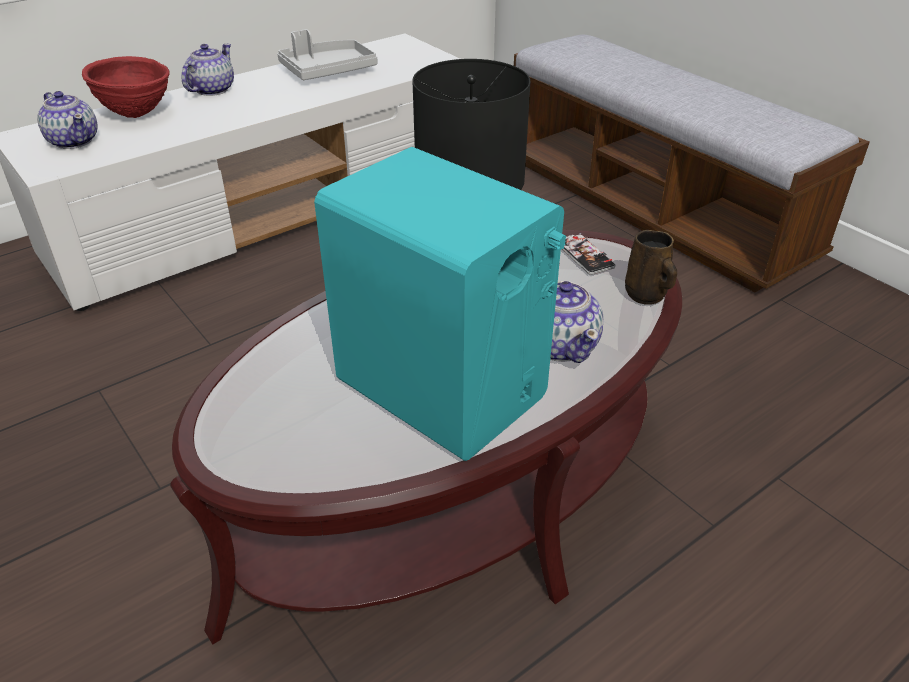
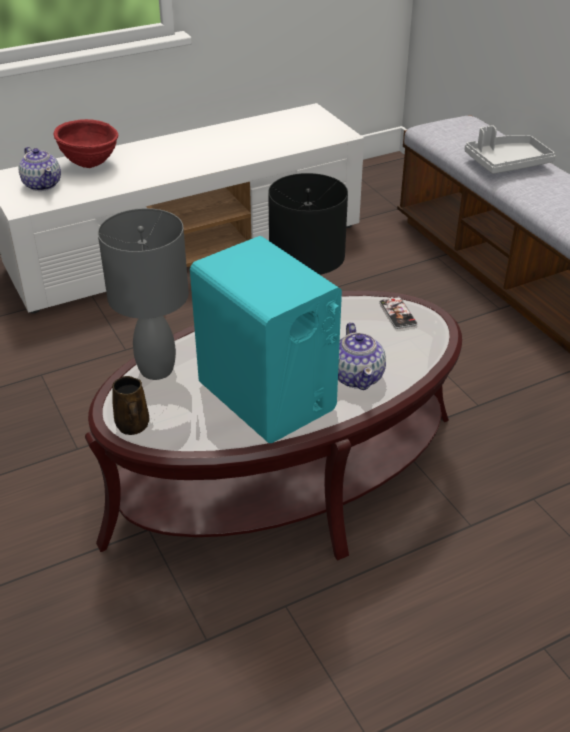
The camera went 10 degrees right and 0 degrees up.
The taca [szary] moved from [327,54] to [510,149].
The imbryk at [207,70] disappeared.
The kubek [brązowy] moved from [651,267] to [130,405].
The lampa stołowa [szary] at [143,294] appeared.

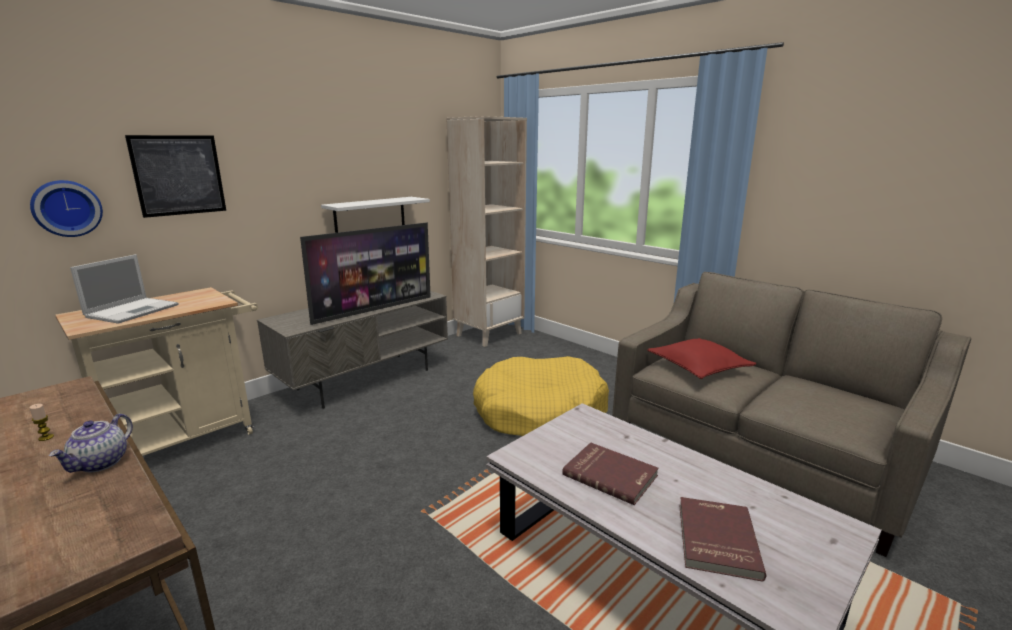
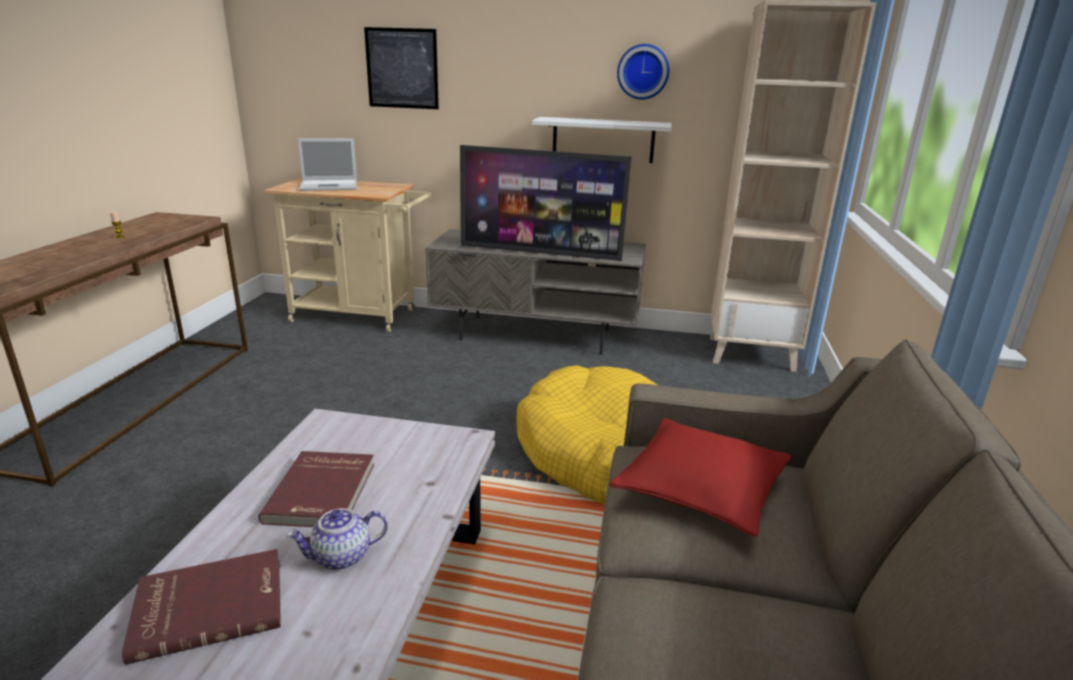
The camera went 55 degrees right and 5 degrees up.
The zegar ścienny moved from [66,208] to [643,72].
The imbryk moved from [91,443] to [337,539].

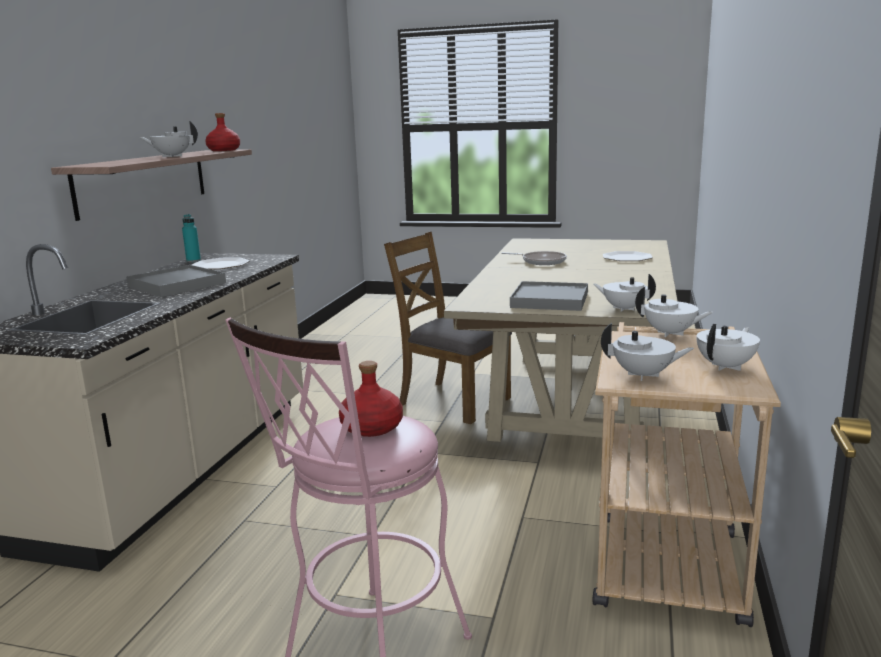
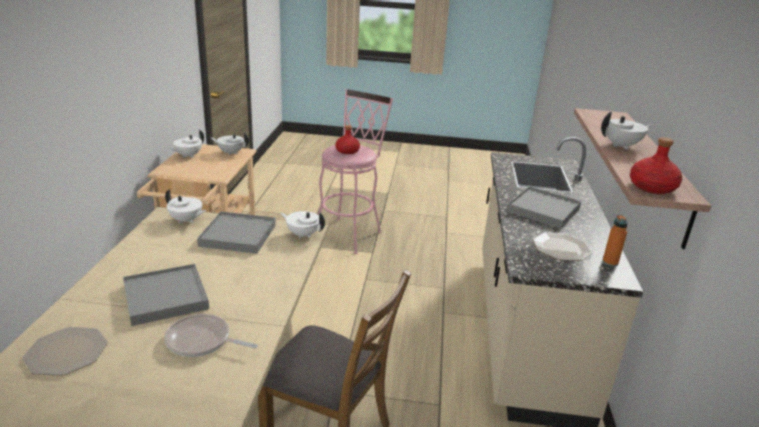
The camera went 170 degrees right and 10 degrees up.
The butelka [turkusowy] at [191,238] became the butelka [pomarańczowy] at [615,241].
The imbryk [biały] moved from [674,312] to [302,225].
The taca [szary] at [166,295] appeared.

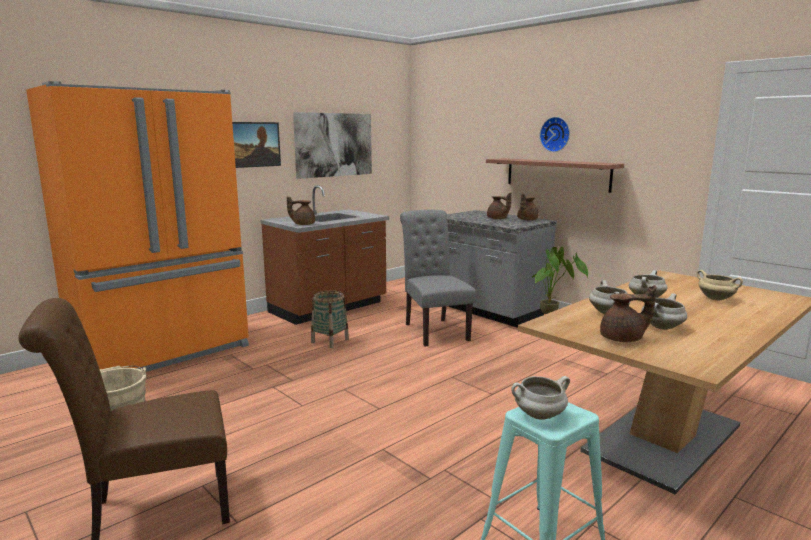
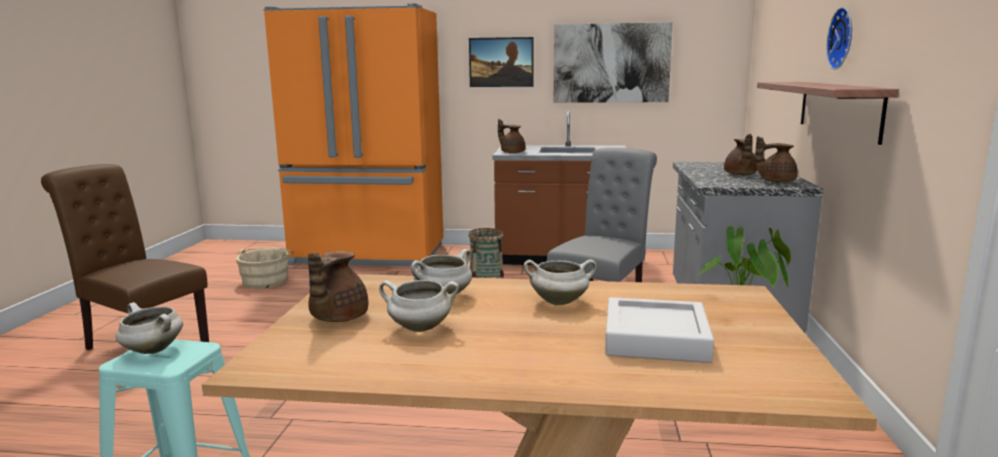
The camera went 50 degrees right and 0 degrees up.
The garnek [beżowy] at [720,285] was replaced by the taca [szary] at [659,330].
The imbryk [brązowy] at [628,313] turned 60 degrees clockwise.

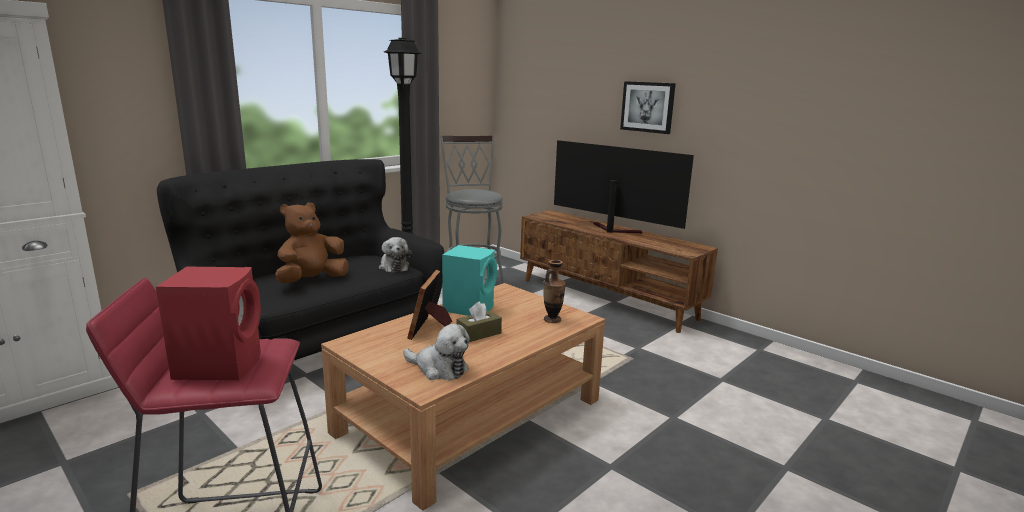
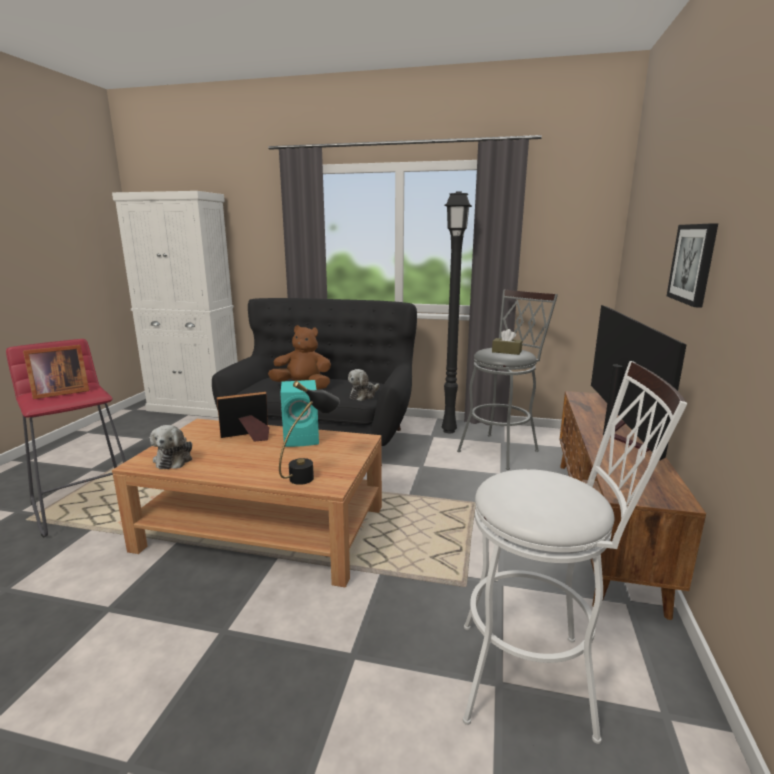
The camera went 60 degrees right and 0 degrees up.
The wazon at [554,291] was replaced by the lampa stołowa [czarny] at [309,433].
The głośnik [czerwony] at [208,323] was replaced by the ramka na zdjęcie at [56,372].
The pudełko chusteczek [brązowy] moved from [479,321] to [507,342].
The stołek [biały] at [575,552] appeared.

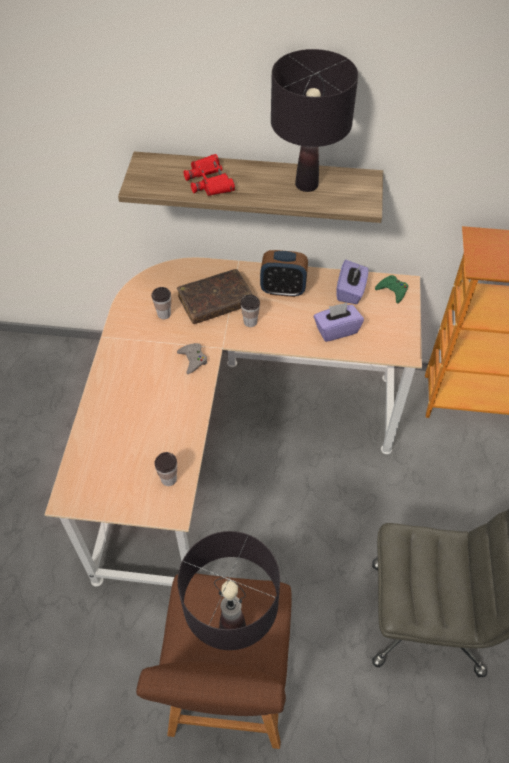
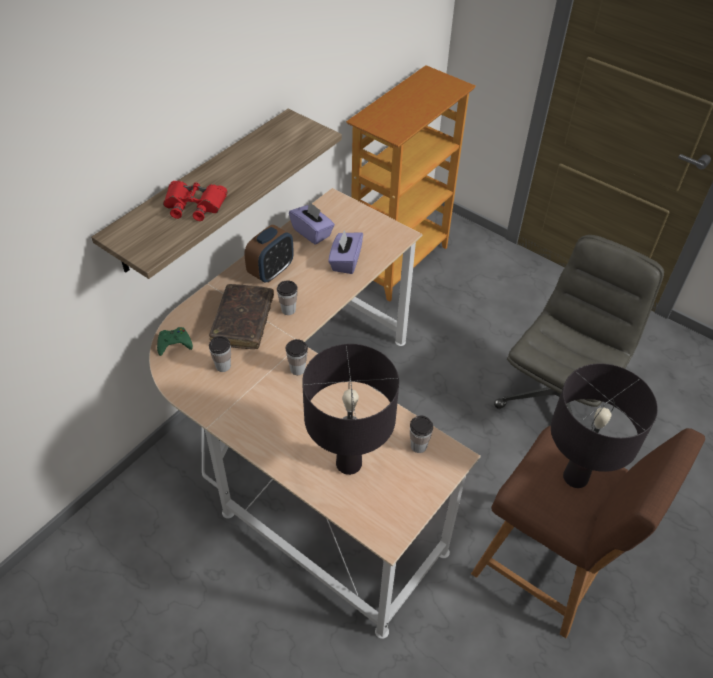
The camera went 60 degrees left and 5 degrees down.
The lampa stołowa [czarny] moved from [314,120] to [350,409].
The pad do gier [zielony] moved from [391,289] to [175,341].
The pad do gier [szary] at [192,358] was replaced by the filiżanka at [297,357].

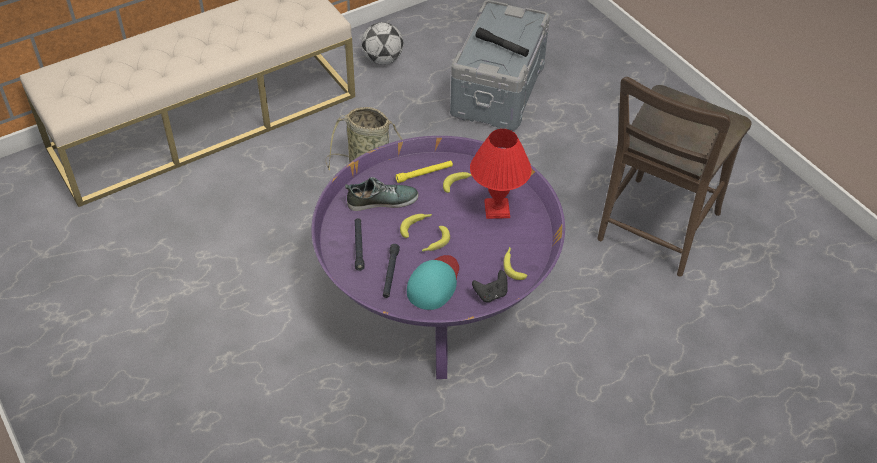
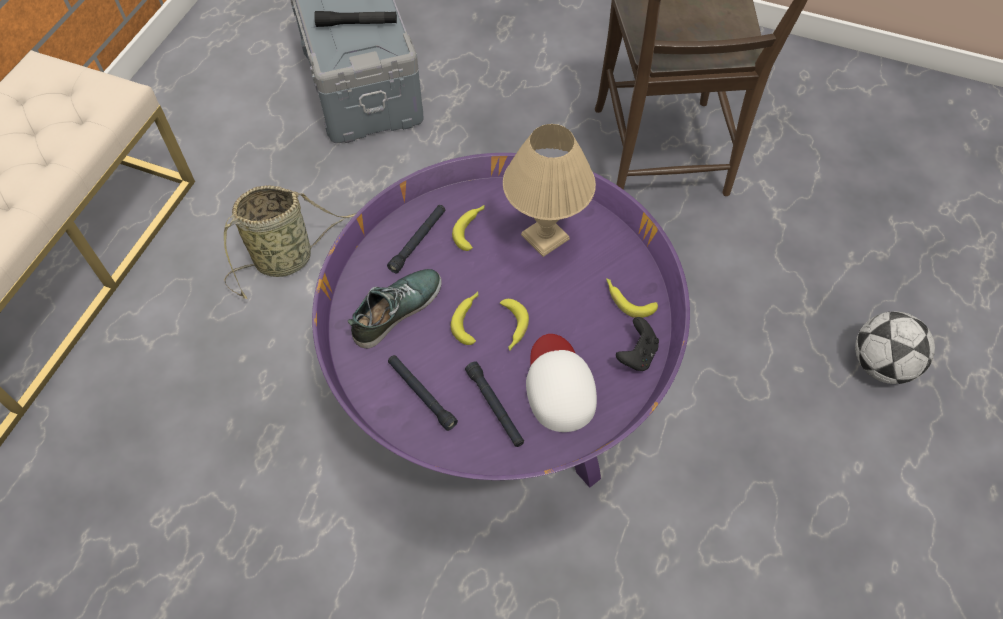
The camera went 35 degrees left and 10 degrees up.
The piłka futbolowa moved from [382,43] to [895,347].
The lampa stołowa [czerwony] at [501,174] became the lampa stołowa [beżowy] at [549,190].
The latarka [żółty] at [424,171] became the latarka [czarny] at [416,239].
The czapka z daszkiem [turkusowy] at [433,282] became the czapka z daszkiem [biały] at [561,383].

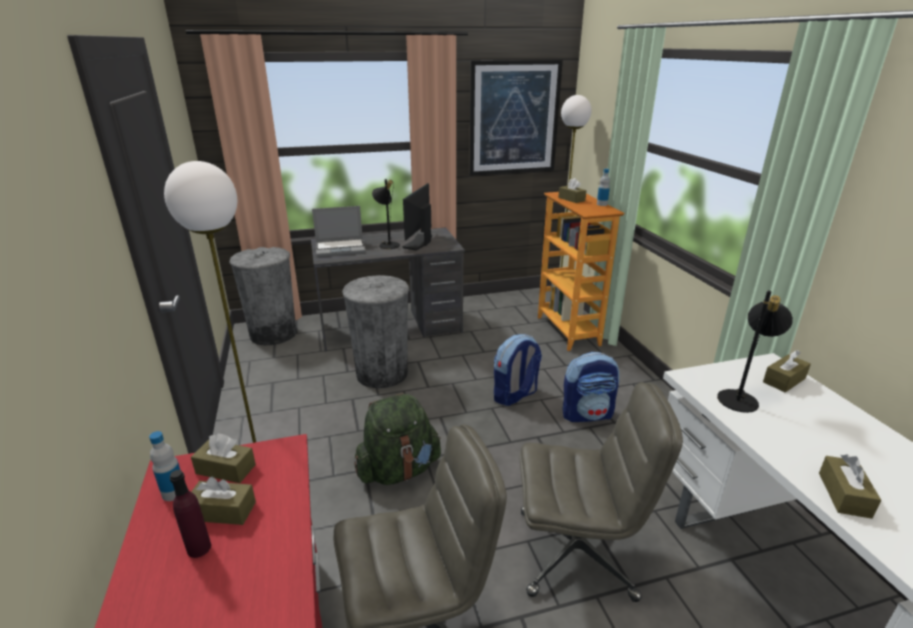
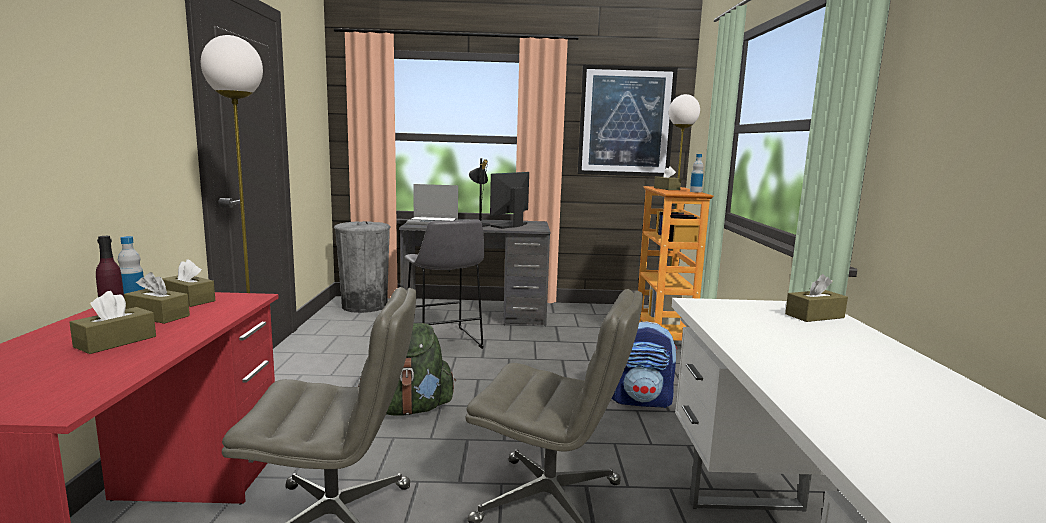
The camera went 15 degrees right and 15 degrees down.
The kosz na śmieci [szary] at [375,331] was replaced by the stołek [szary] at [444,284].
The lampa stołowa [czarny] at [755,352] disappeared.
The plecak at [518,370] disappeared.
The pudełko chusteczek [brązowy] moved from [850,486] to [112,322].

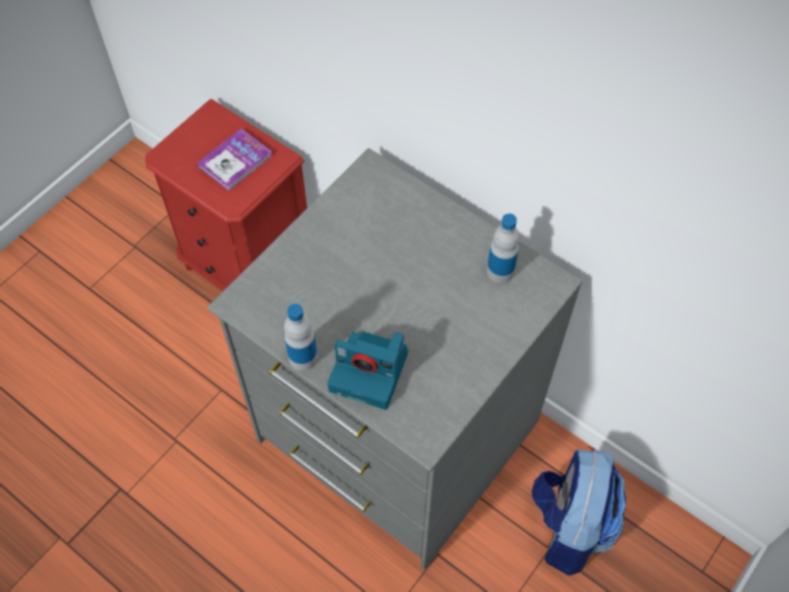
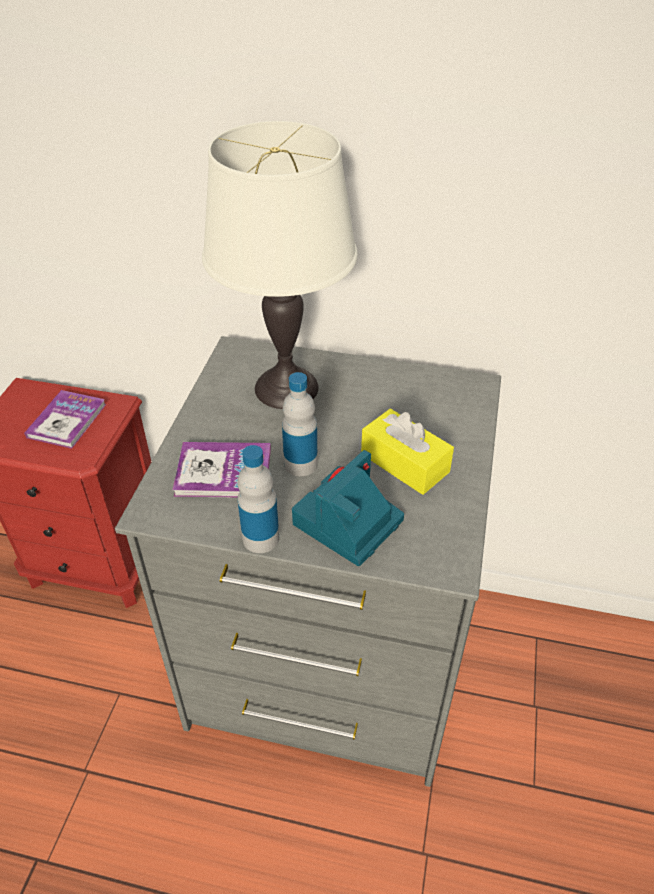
The camera went 25 degrees left and 15 degrees down.
The butelka moved from [503,248] to [300,424].
The aparat fotograficzny at [368,371] turned 135 degrees clockwise.
The plecak at [579,511] disappeared.
The lampa stołowa [biały] at [280,265] appeared.
The pudełko chusteczek [żółty] at [407,452] appeared.
The książka at [221,470] appeared.

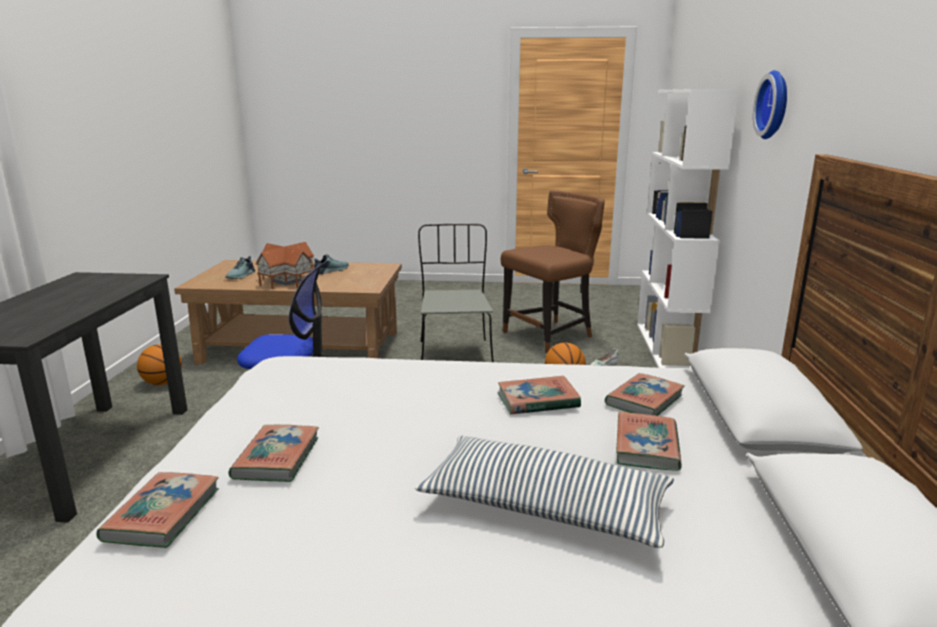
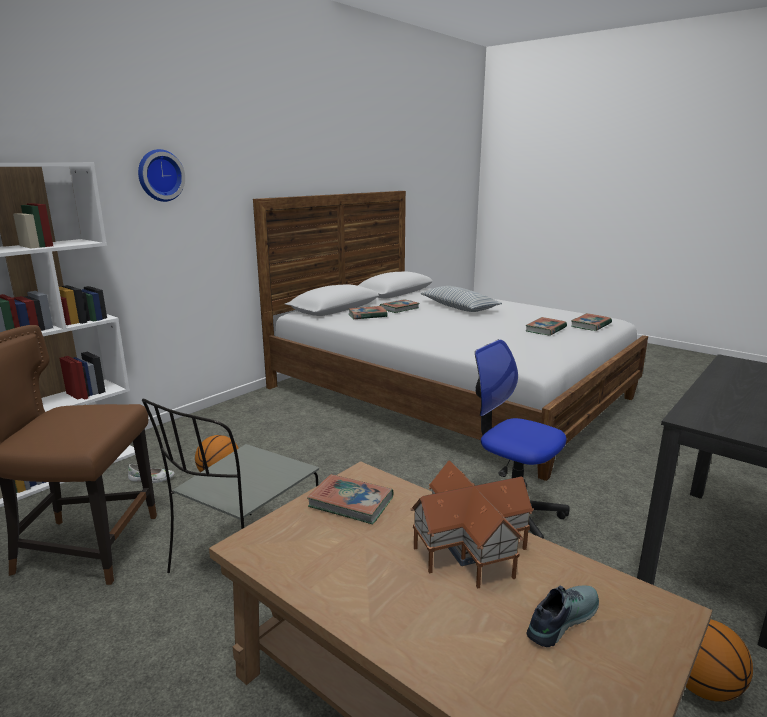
The camera went 145 degrees left and 0 degrees up.
The but at [331,264] disappeared.
The książka moved from [539,395] to [350,499].

